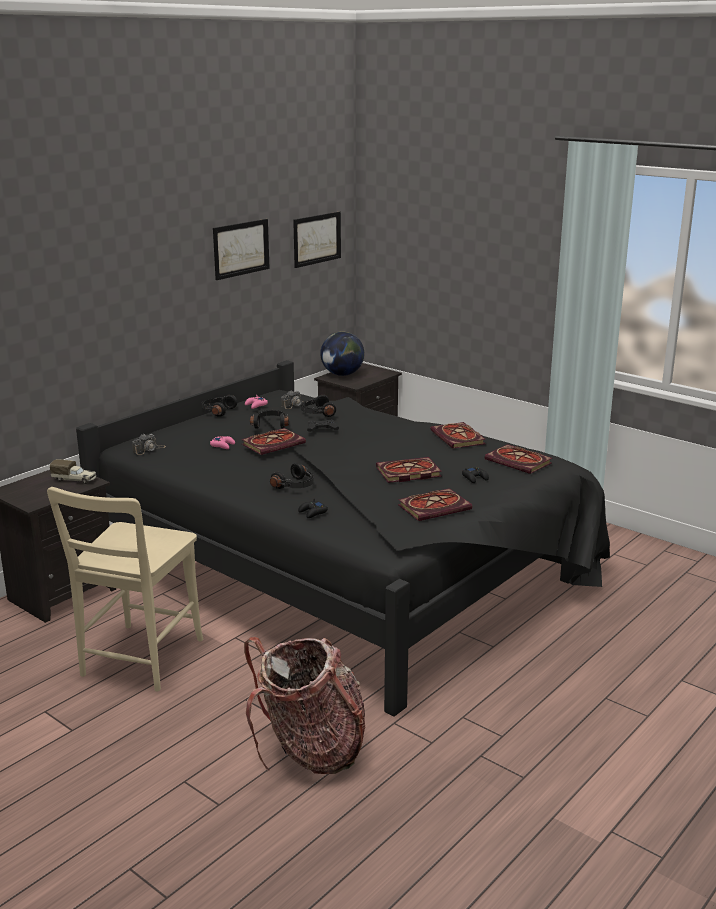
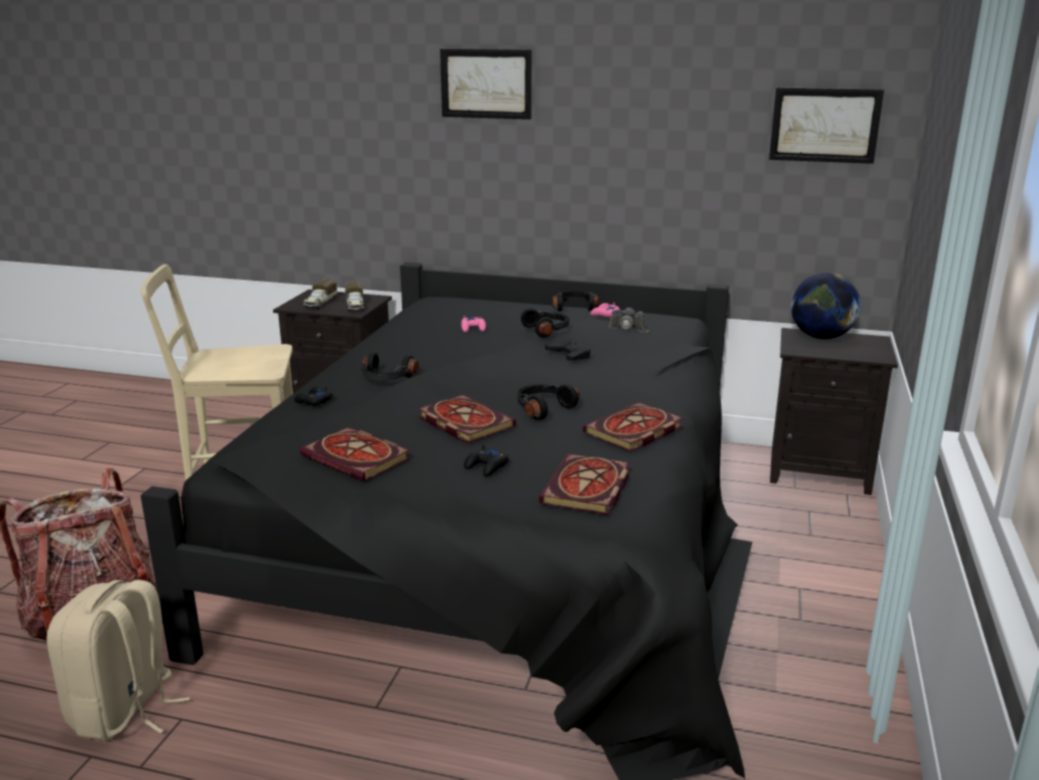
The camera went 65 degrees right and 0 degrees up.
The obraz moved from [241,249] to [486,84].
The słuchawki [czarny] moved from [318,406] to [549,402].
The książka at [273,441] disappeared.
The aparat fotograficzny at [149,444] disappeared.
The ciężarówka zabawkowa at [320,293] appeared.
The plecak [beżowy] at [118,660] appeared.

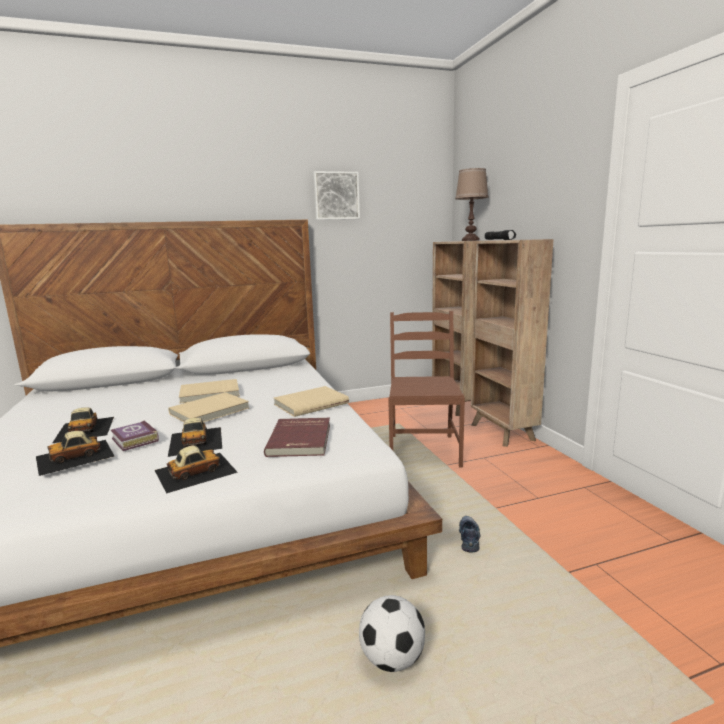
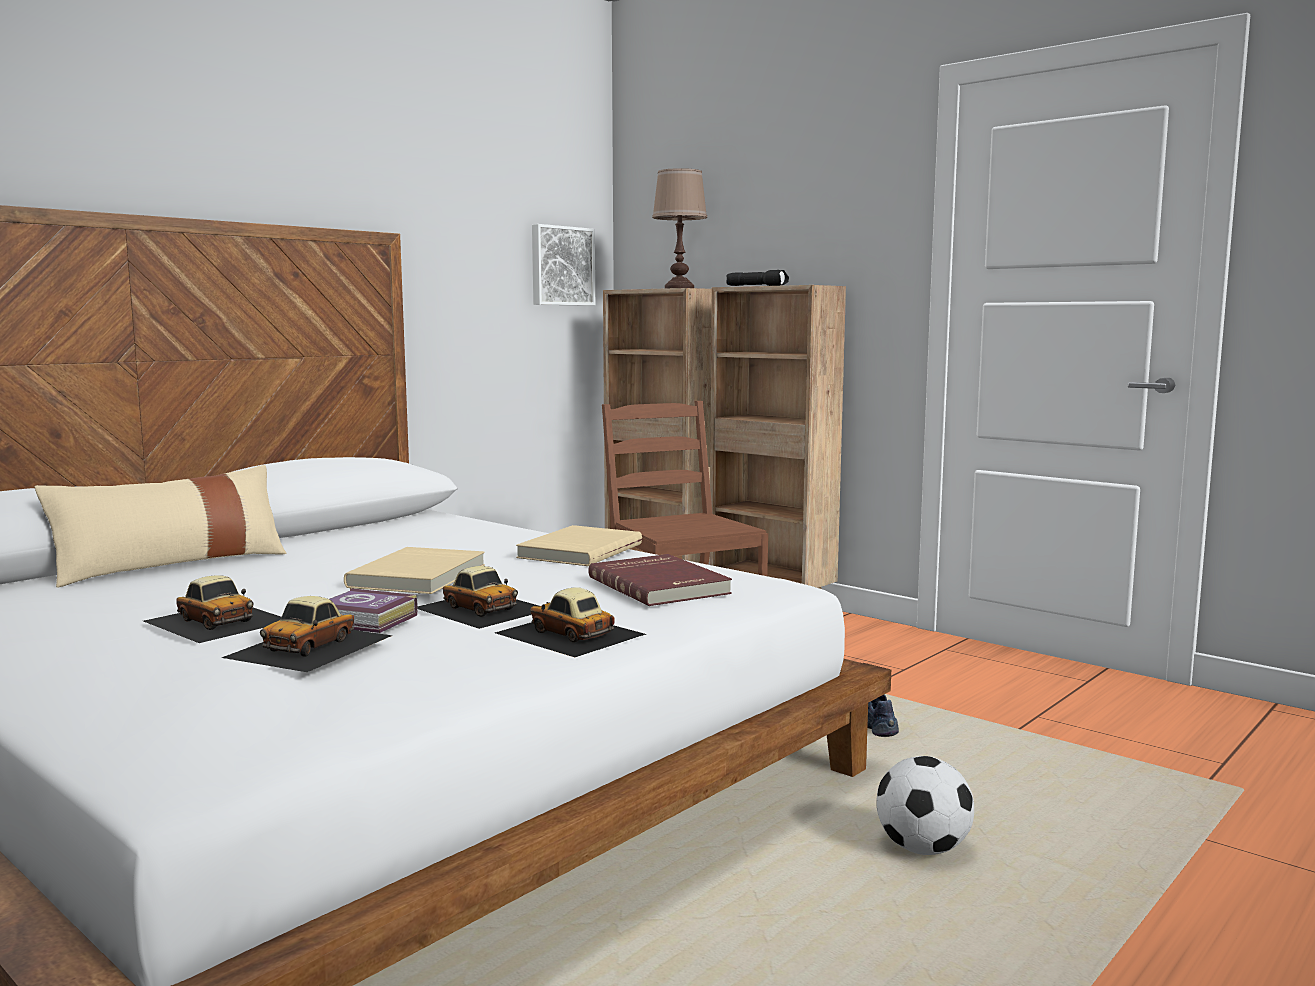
The camera went 30 degrees left and 5 degrees down.
The obraz moved from [336,195] to [563,265].
The książka [beżowy] at [209,391] disappeared.
The samochodzik at [196,469] turned 75 degrees counterclockwise.
The poduszka [beżowy] at [160,526] appeared.

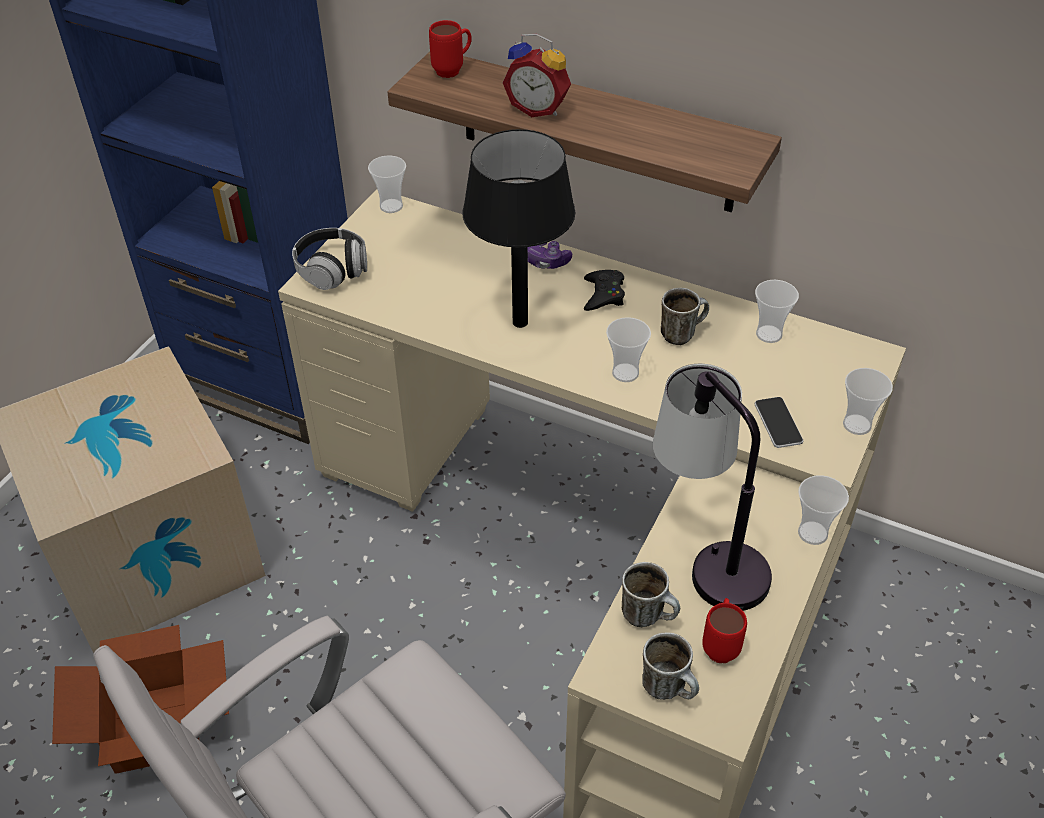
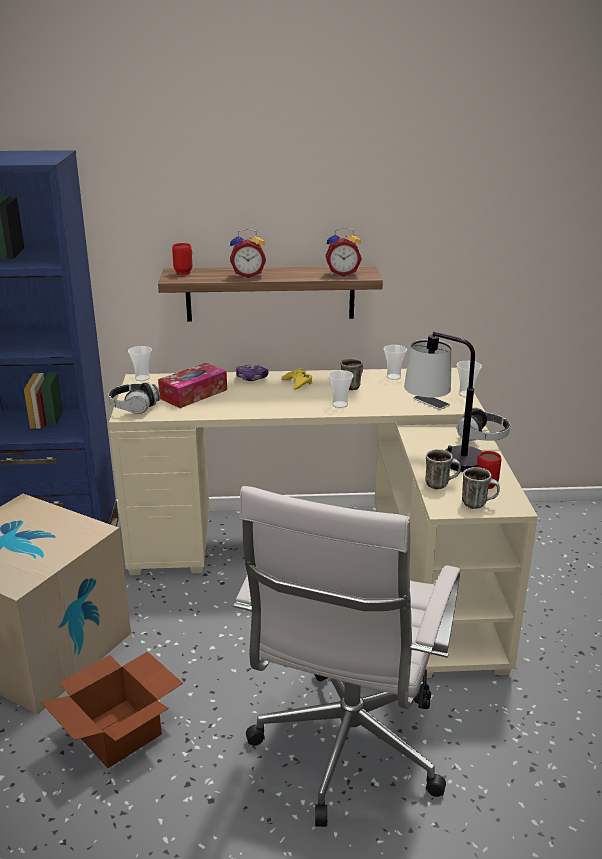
The camera went 30 degrees left and 20 degrees down.
The lampa stołowa [czarny] at [518,228] disappeared.
The pad do gier [czarny] at [604,290] became the pad do gier [żółty] at [296,379].
The filiżanka at [823,510] was replaced by the słuchawki at [483,424].
The budzik at [343,252] appeared.
The pudełko chusteczek at [192,385] appeared.

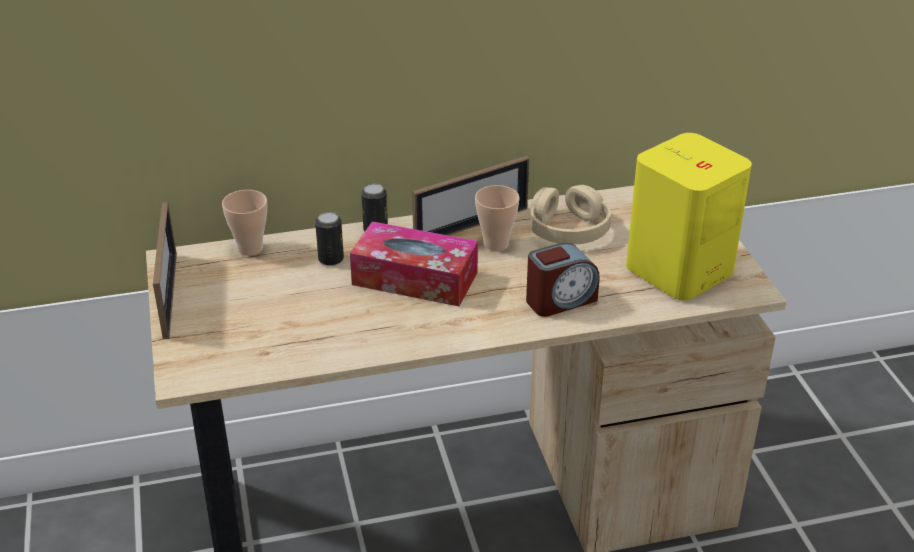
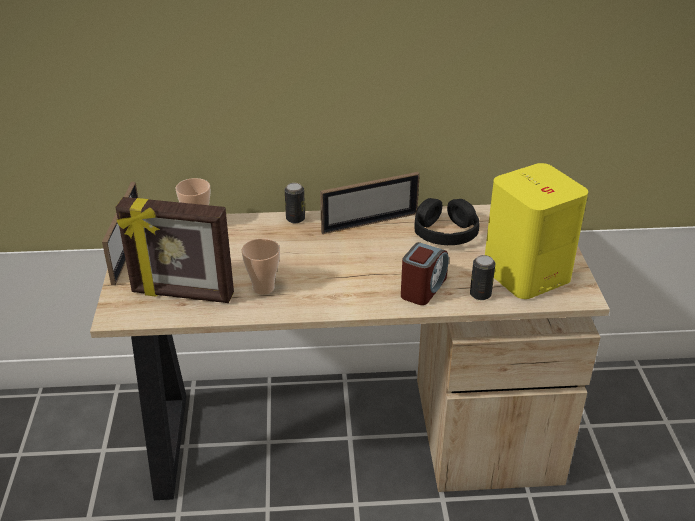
The camera went 10 degrees right and 0 degrees up.
The filiżanka moved from [497,218] to [260,266].
The słuchawki [beżowy] at [571,215] became the słuchawki [czarny] at [446,221].
The puszka moved from [329,239] to [483,277].
The pudełko chusteczek at [414,264] disappeared.
The budzik at [563,280] turned 45 degrees counterclockwise.
The ramka na zdjęcie at [174,250] appeared.

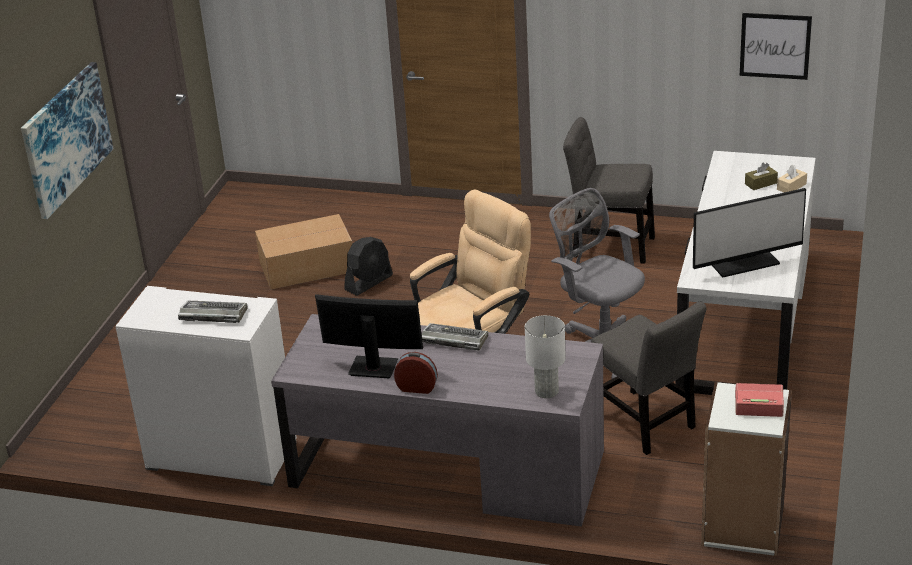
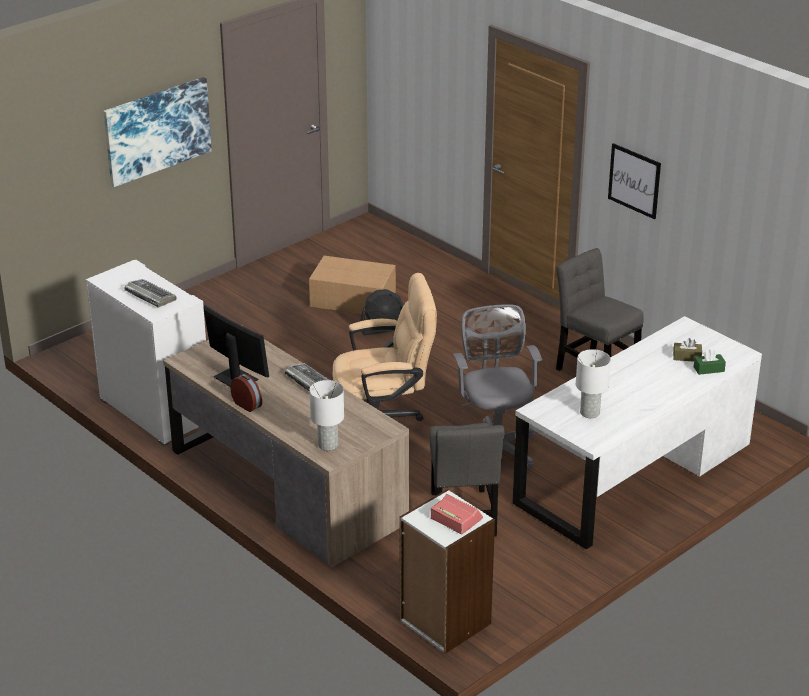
The camera went 30 degrees right and 0 degrees up.
The obraz moved from [776,46] to [634,181].
The pudełko chusteczek [beżowy] at [792,178] became the pudełko chusteczek [zielony] at [710,362].
The monitor at [749,232] was replaced by the lampa stołowa [biały] at [593,383].
The biurko [szary] at [437,420] became the biurko [brązowy] at [286,446].

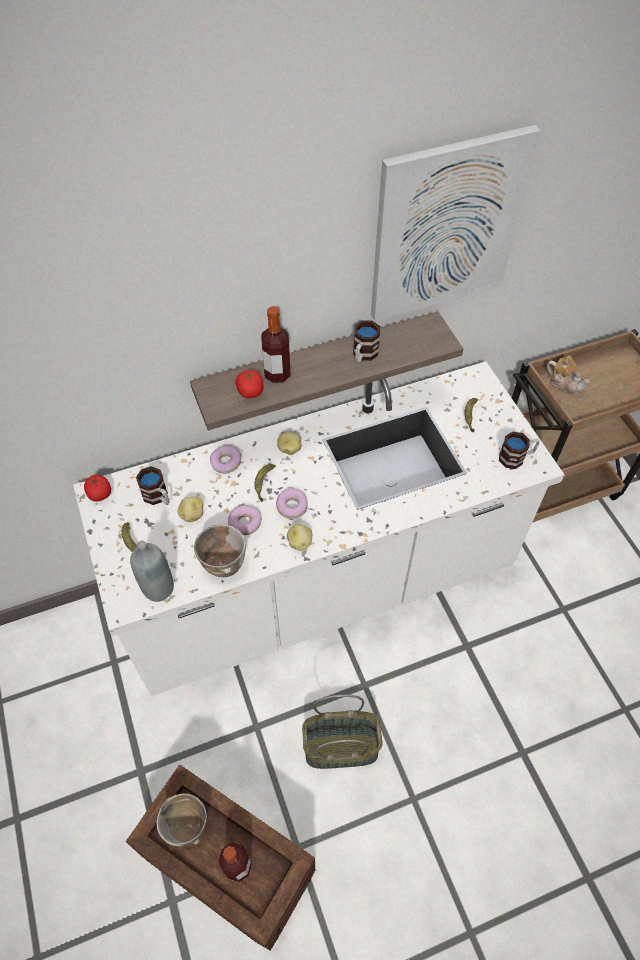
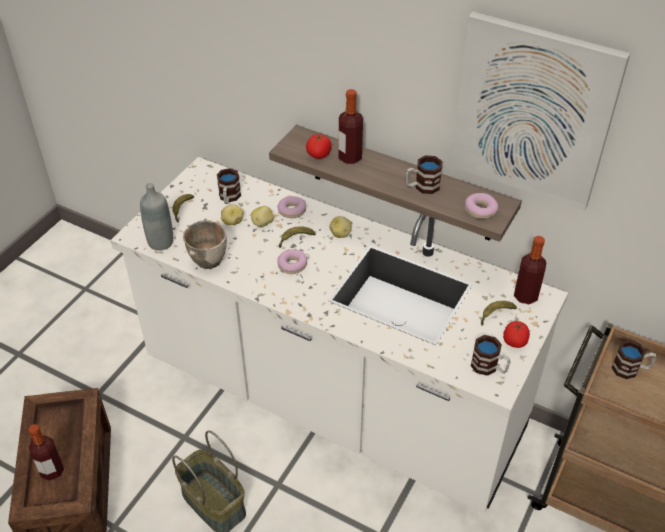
The camera went 50 degrees right and 10 degrees down.
The imbryk at [568,376] was replaced by the kubek at [633,359].
The pomidor moved from [97,488] to [516,334].
The donut moved from [245,520] to [482,206].
The ziemniak moved from [299,537] to [262,216].
The miska at [182,819] disappeared.
The butelka at [530,270] appeared.

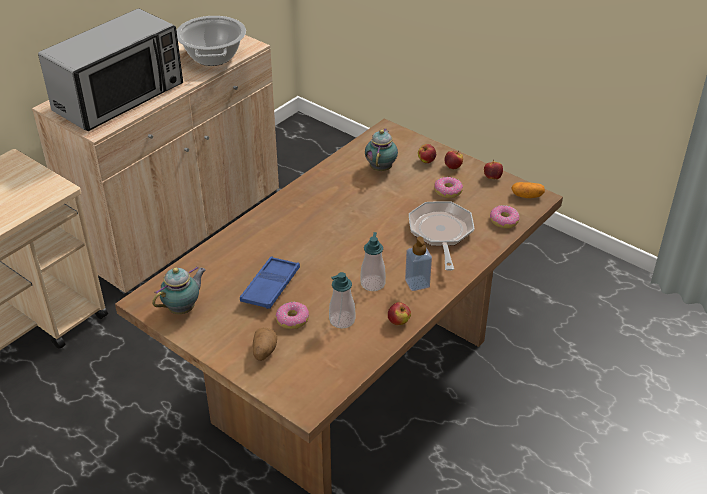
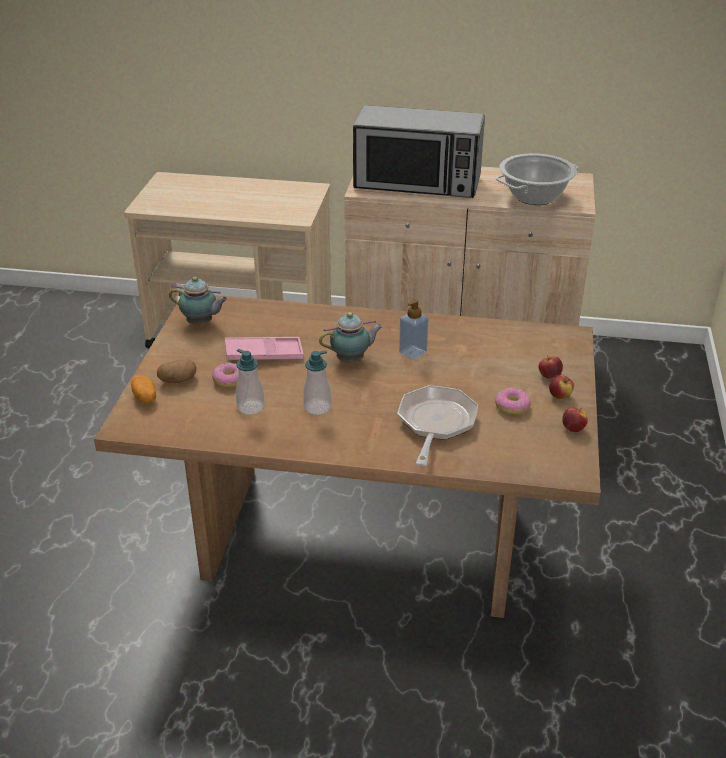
The camera went 60 degrees right and 5 degrees down.
The imbryk moved from [381,149] to [351,337].
The ziemniak moved from [528,190] to [143,389].
The patelnia at [441,236] turned 45 degrees counterclockwise.
The donut at [505,217] disappeared.
The dozownik mydła moved from [418,264] to [413,329].
The taca [niebieski] at [270,282] became the taca [różowy] at [264,349].
The jabłko at [399,313] disappeared.

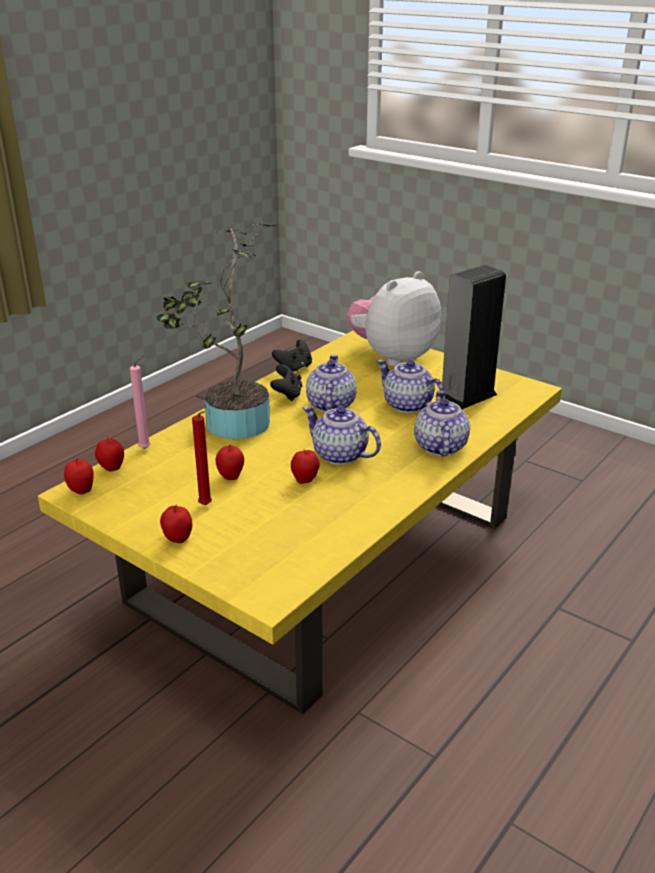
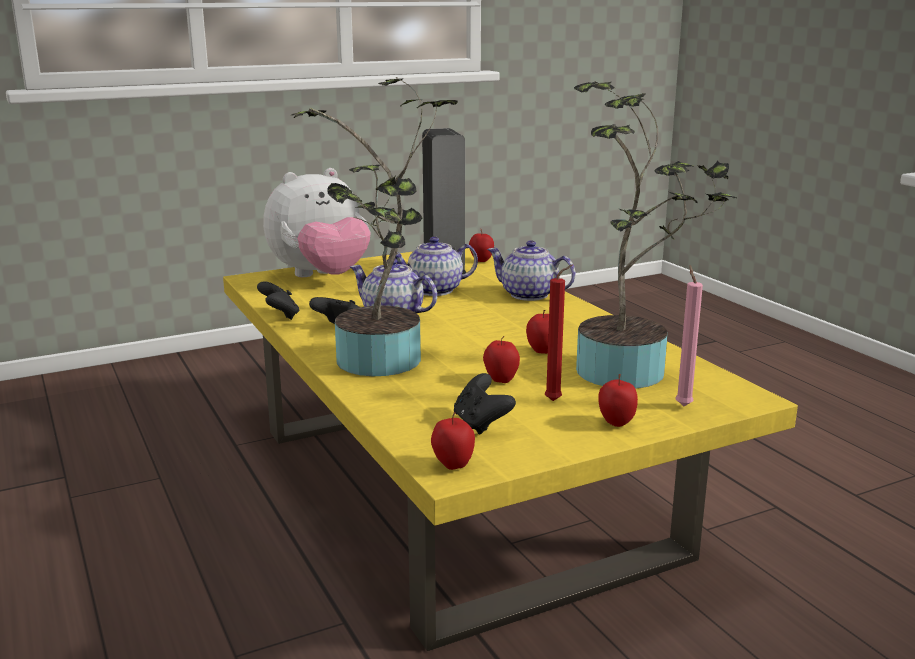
The camera went 65 degrees left and 10 degrees down.
The pluszak at [393,319] turned 105 degrees counterclockwise.
The świeca [różowy] moved from [140,402] to [689,336].
The imbryk at [341,435] disappeared.
The jabłko moved from [109,453] to [481,245].
The roślina doniczkowa at [655,235] appeared.
The pad do gier [czarny] at [485,403] appeared.

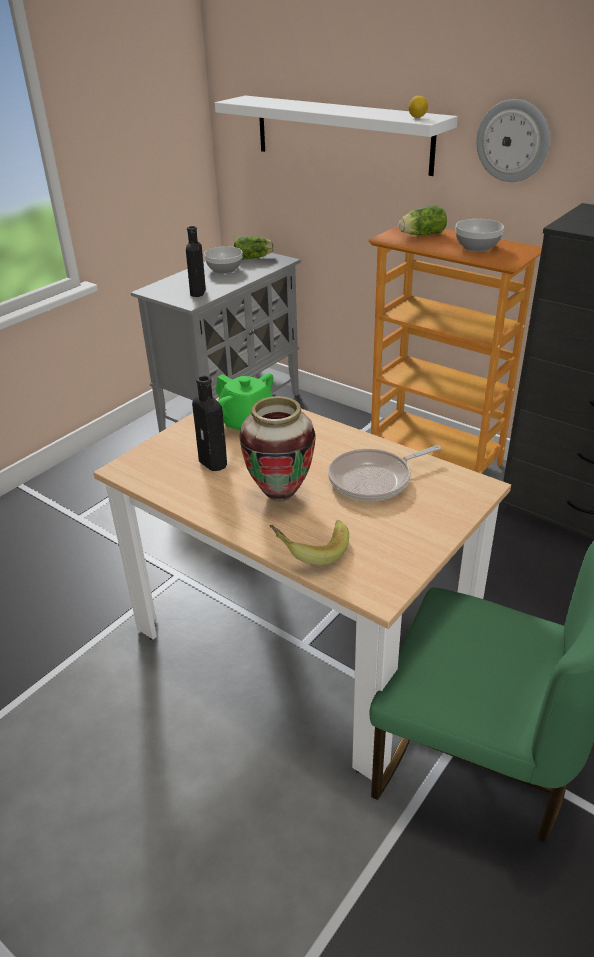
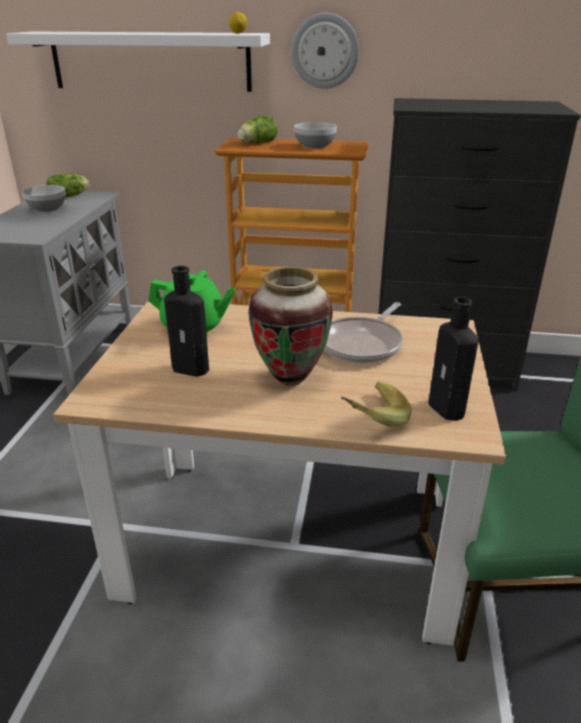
The camera went 30 degrees left and 5 degrees down.
The butelka [czarny] moved from [196,261] to [453,359].

